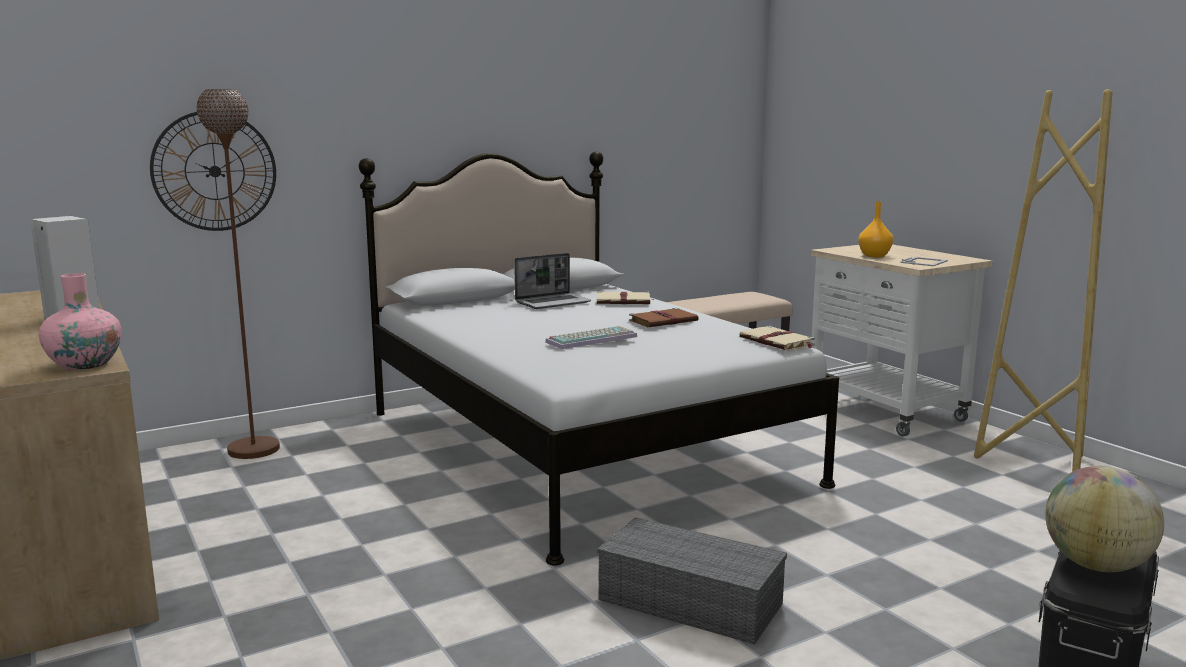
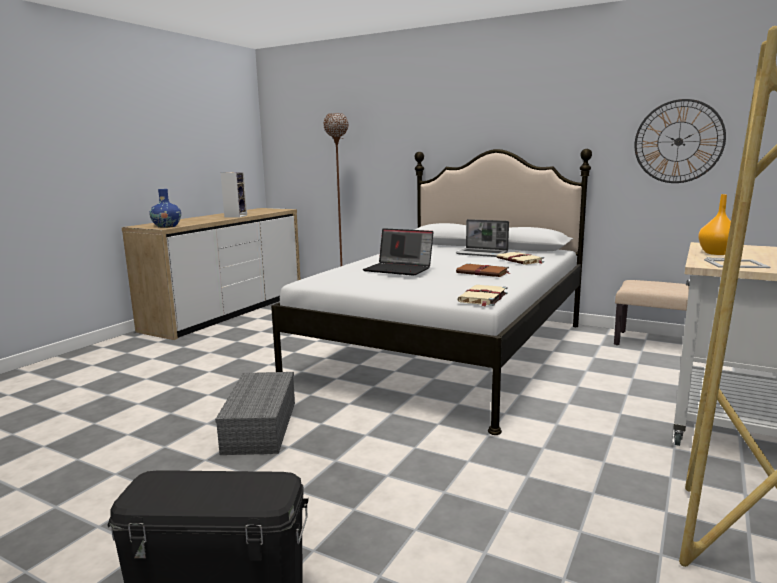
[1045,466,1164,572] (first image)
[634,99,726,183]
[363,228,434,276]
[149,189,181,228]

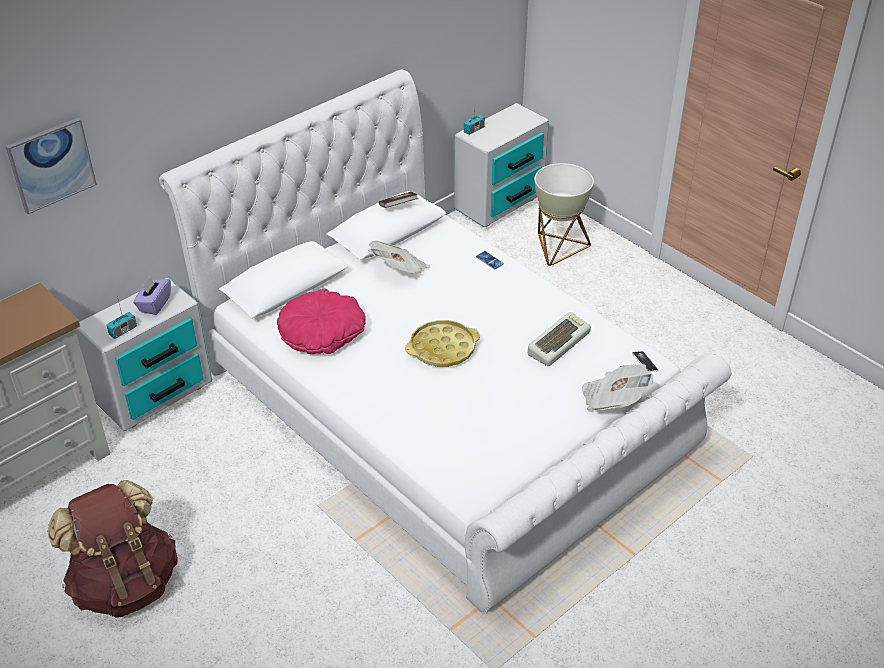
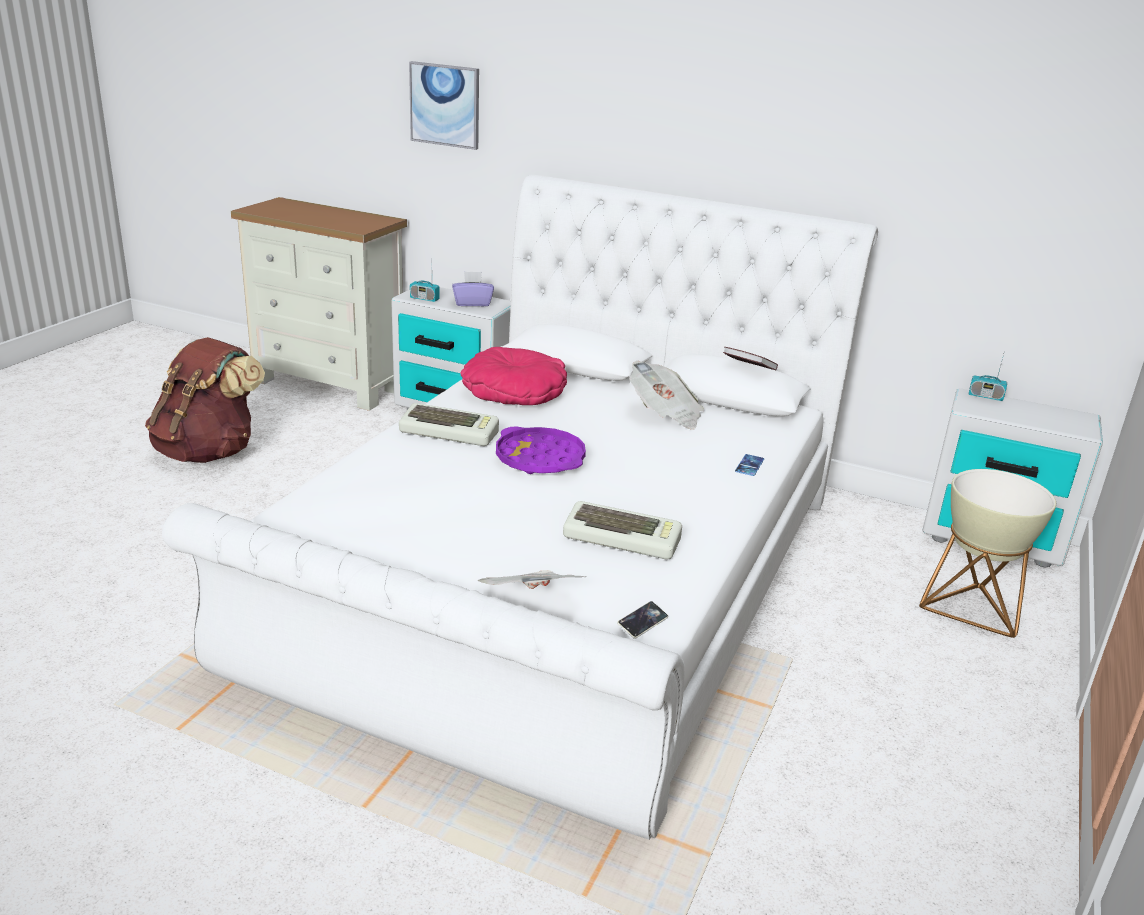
[399,403,499,446]
[496,427,586,474]

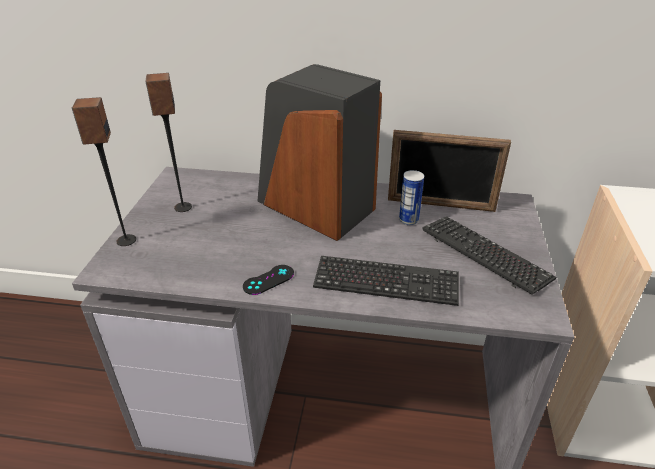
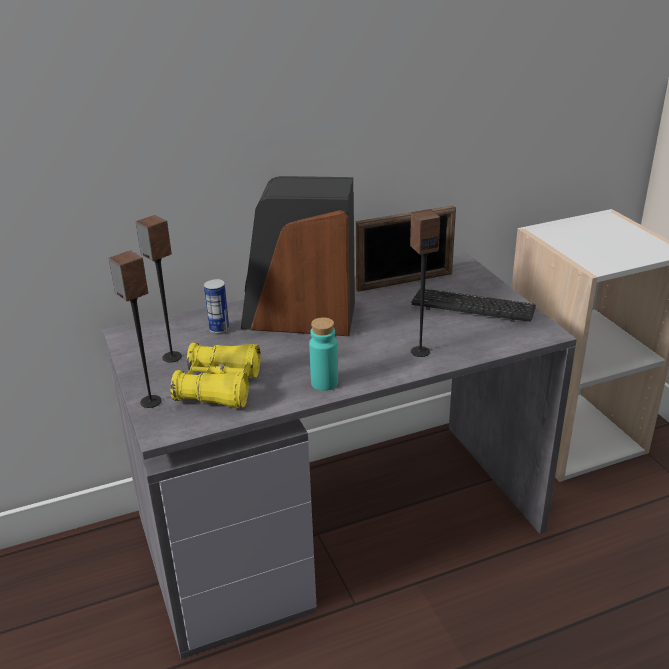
[171,342,261,409]
[204,279,229,335]
[309,317,338,391]
[410,209,440,357]

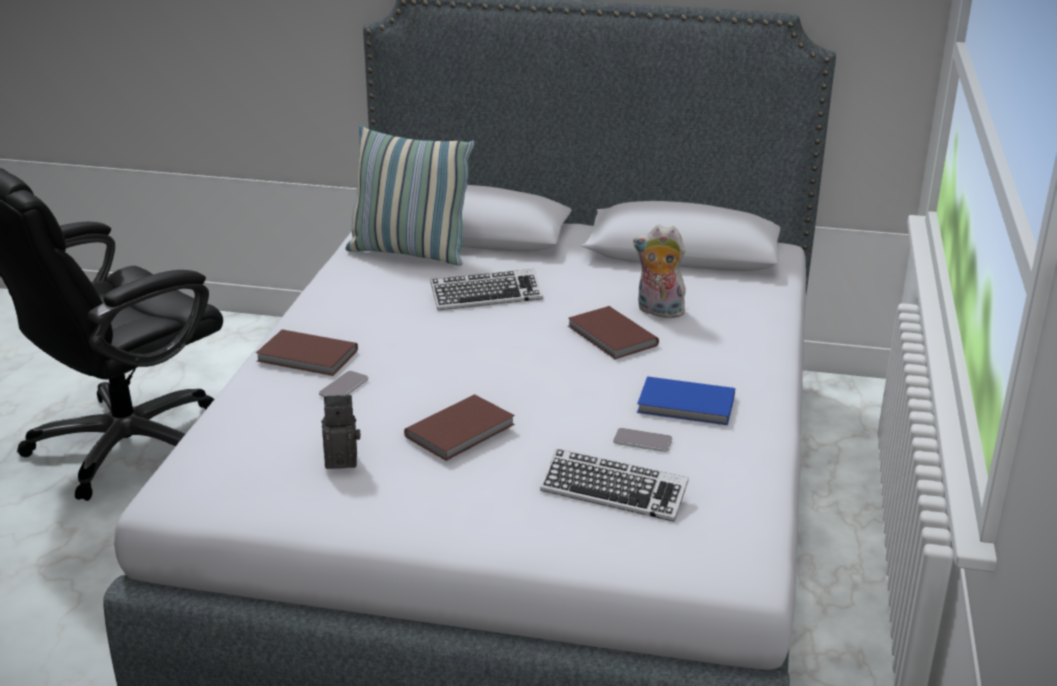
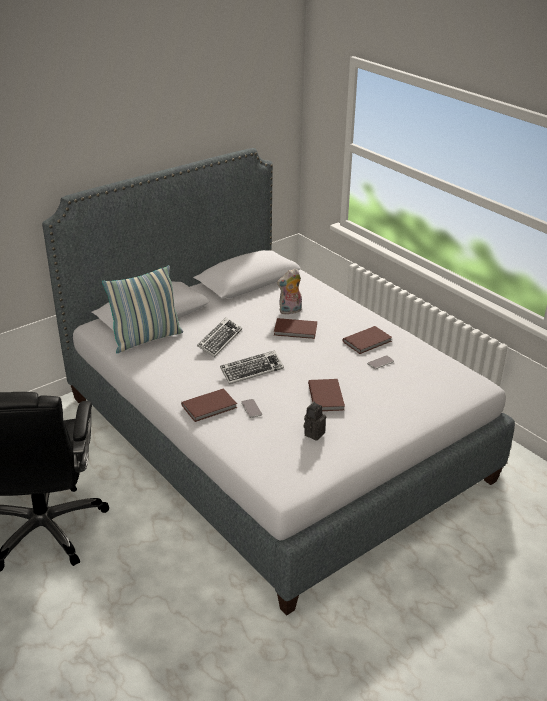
[220,350,284,384]
[343,326,392,354]

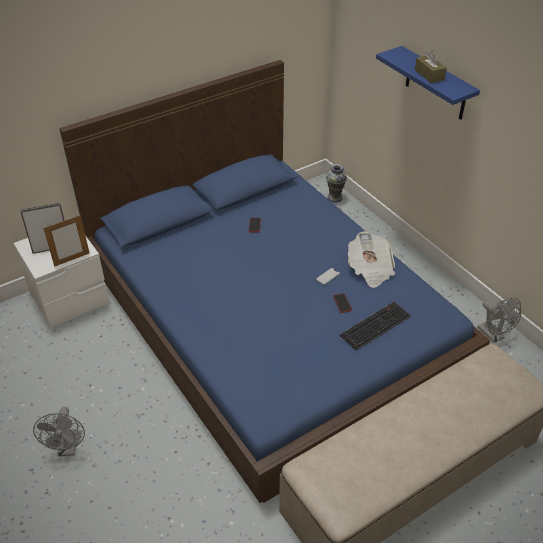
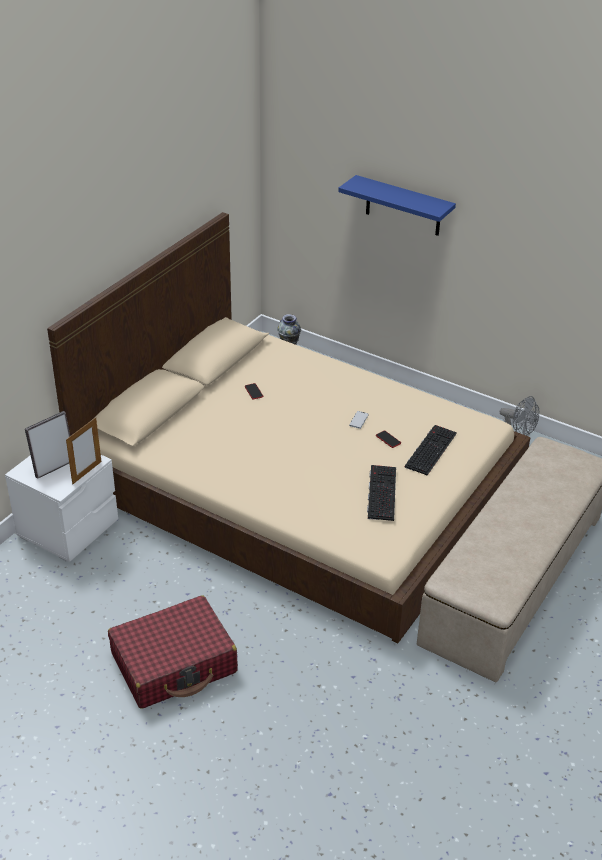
[348,231,395,288] (first image)
[415,50,447,83] (first image)
[367,465,396,521]
[108,595,238,709]
[47,212,531,643]

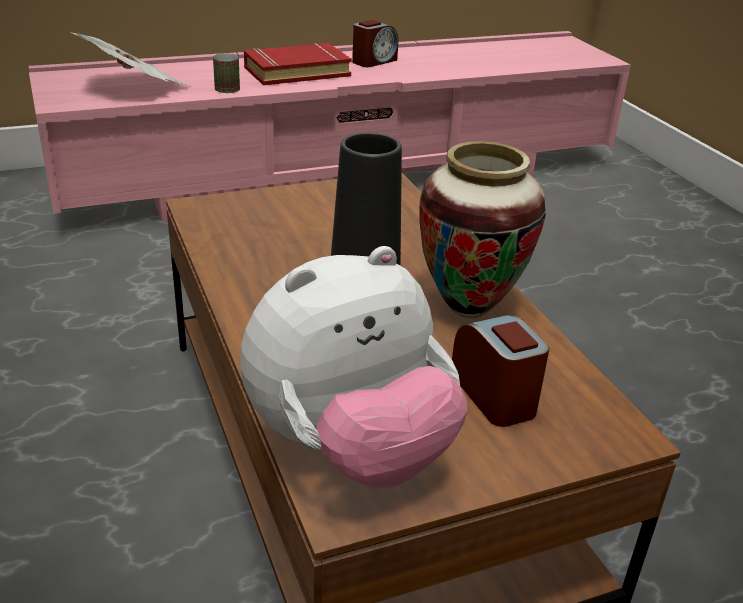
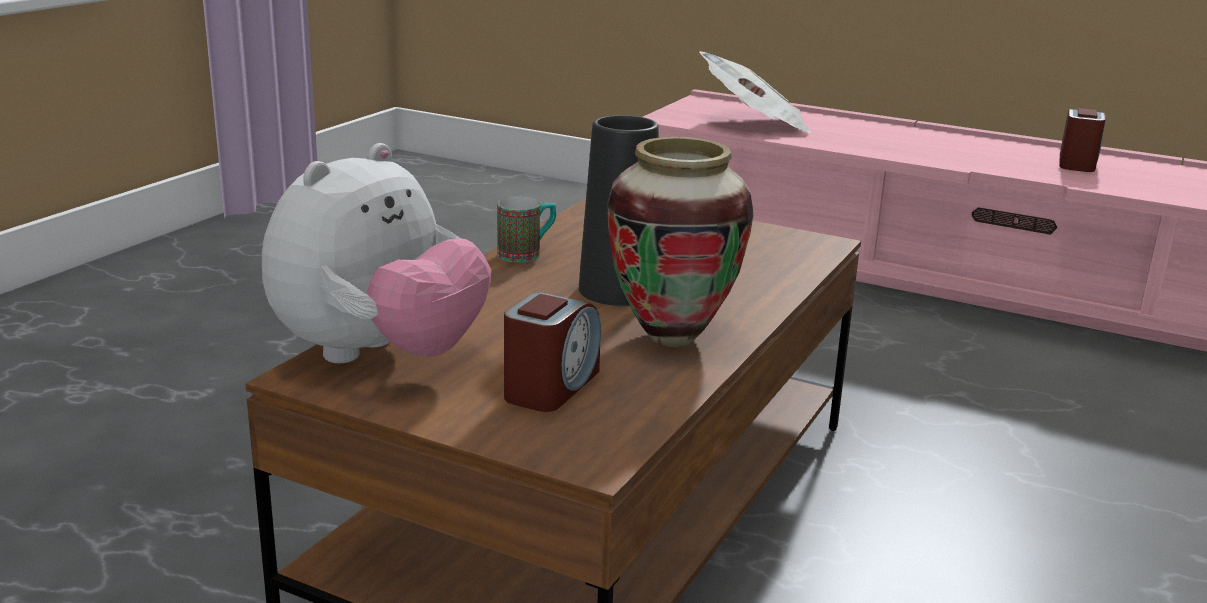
[244,43,352,85] (first image)
[497,197,556,263]
[262,143,491,363]
[1059,108,1106,172]

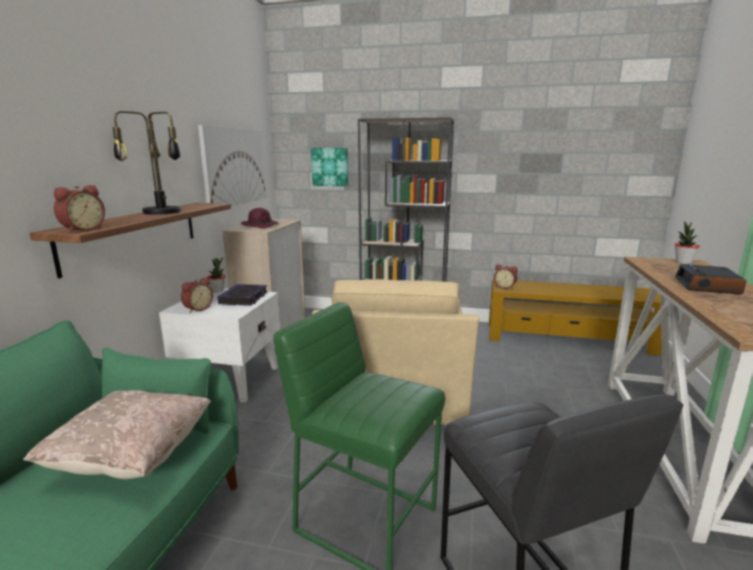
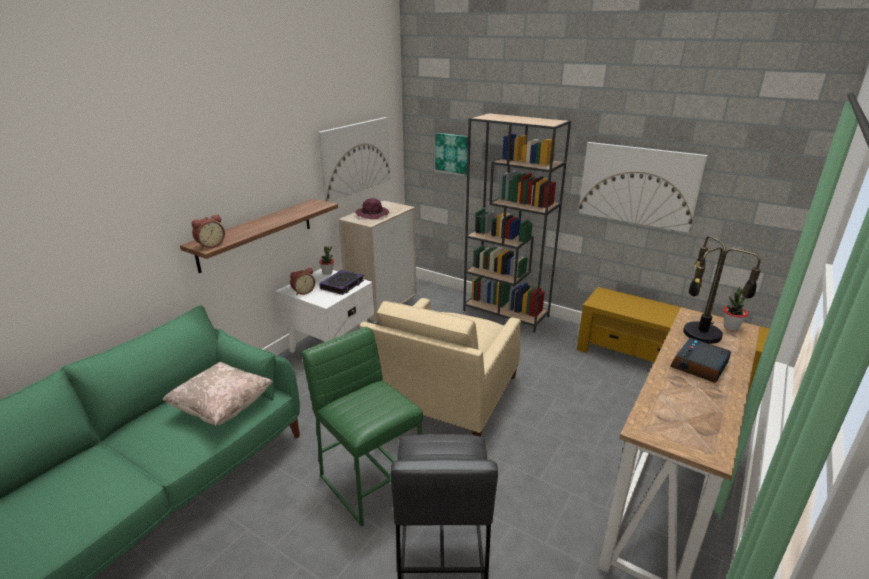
[494,264,518,289] (first image)
[578,142,708,233]
[683,236,761,344]

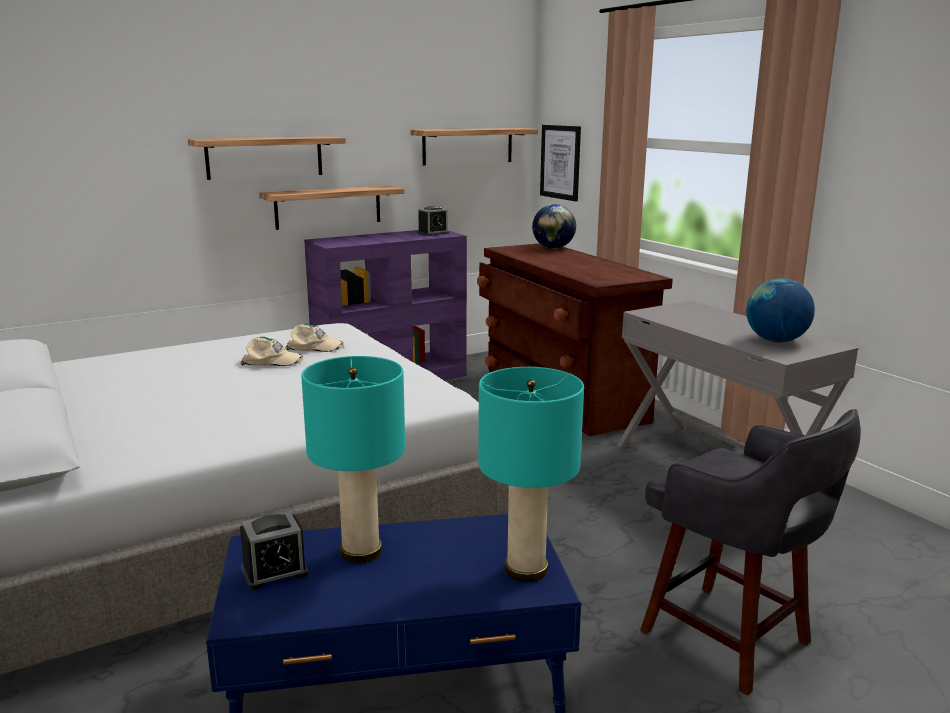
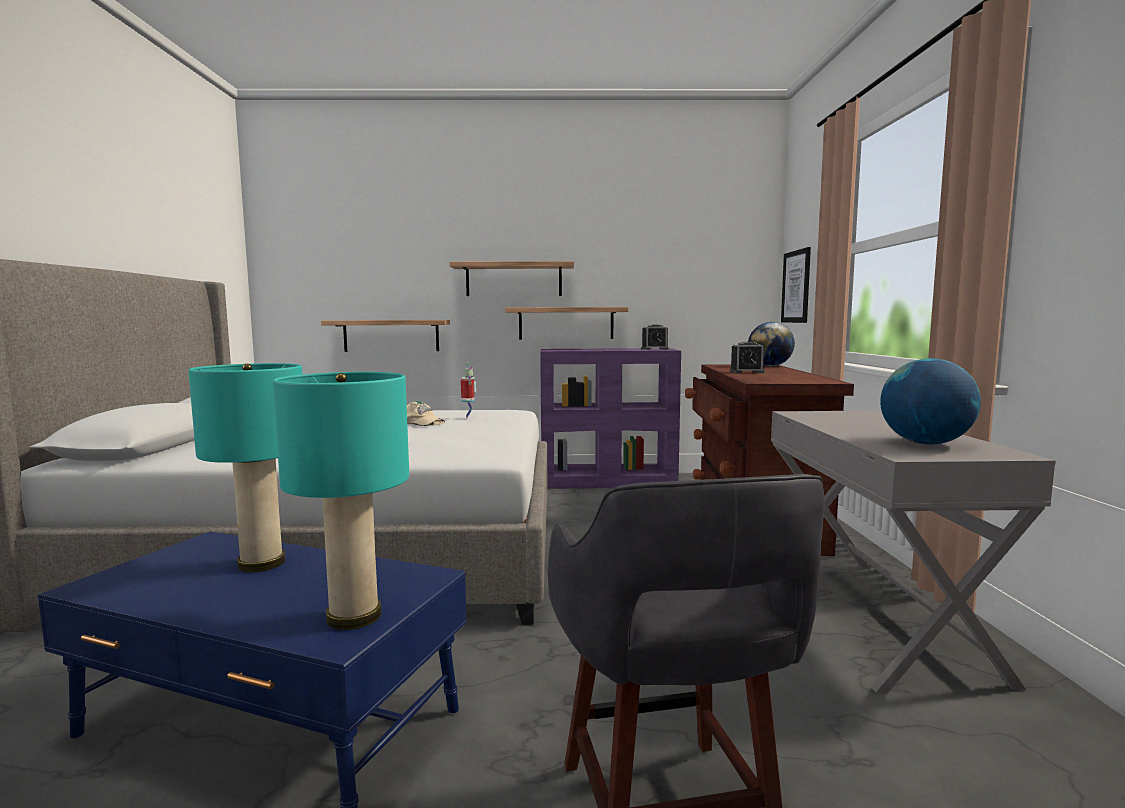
[730,342,765,373]
[321,320,450,352]
[461,363,476,419]

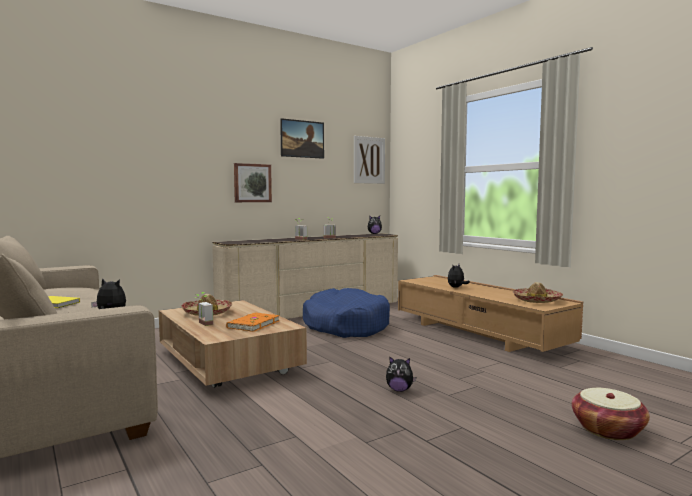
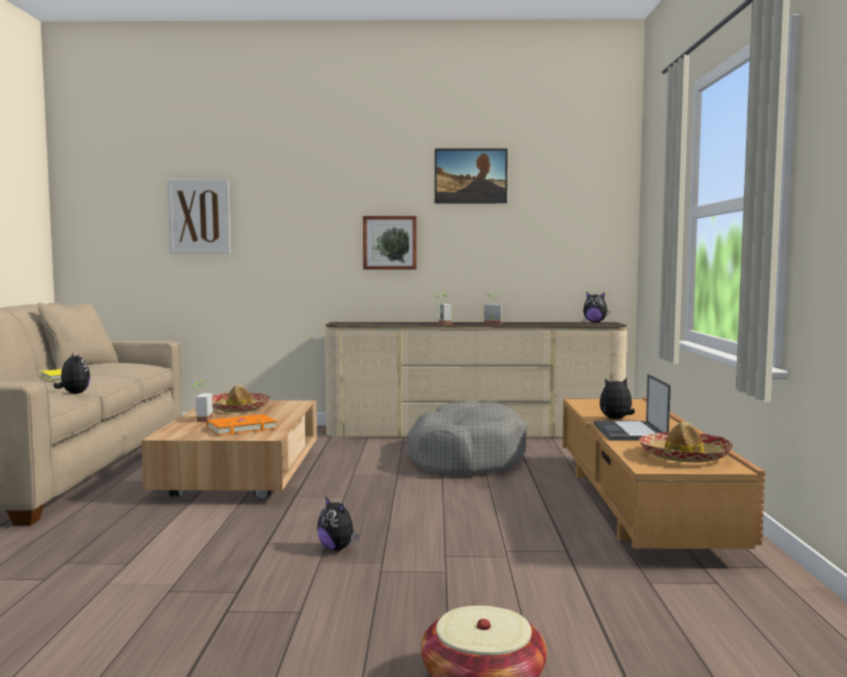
[594,374,671,441]
[167,179,230,254]
[406,400,527,477]

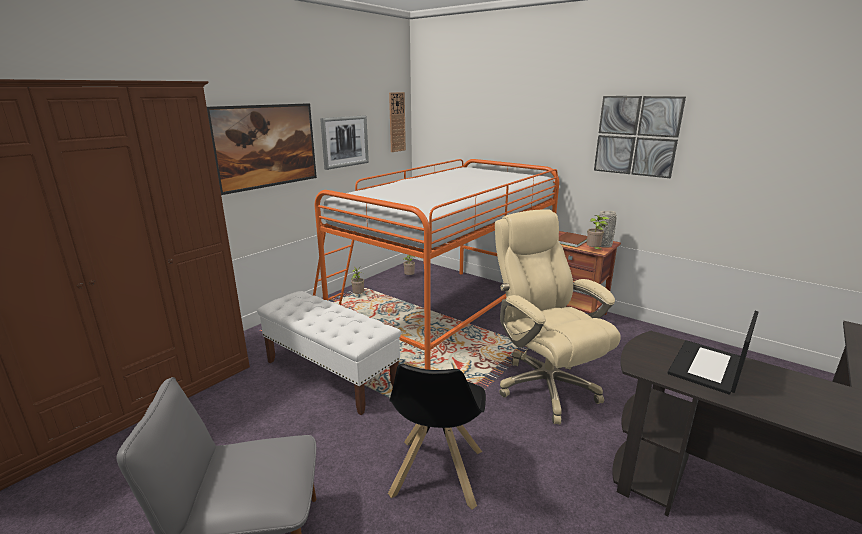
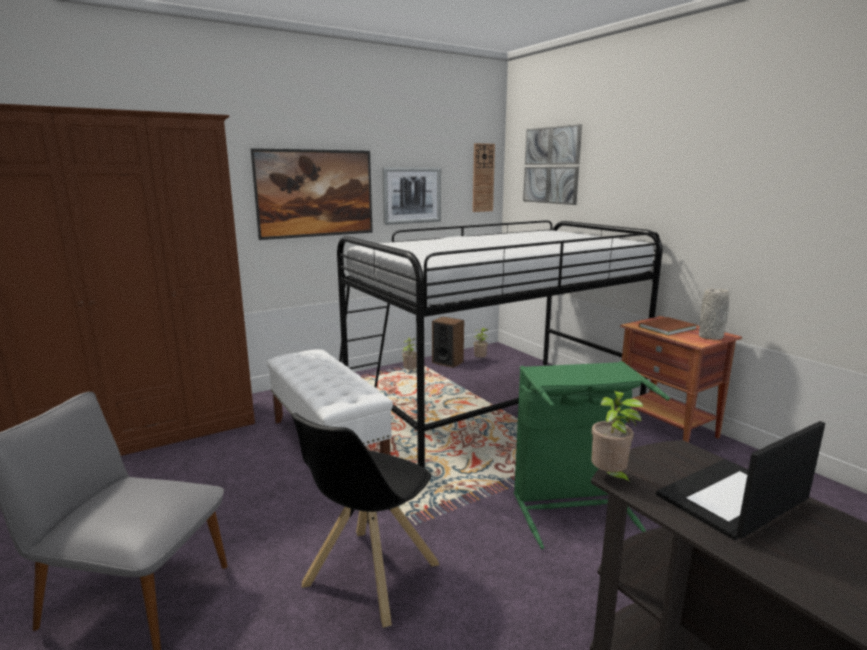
[432,316,464,368]
[592,391,643,485]
[523,124,582,205]
[514,361,670,549]
[337,220,663,469]

